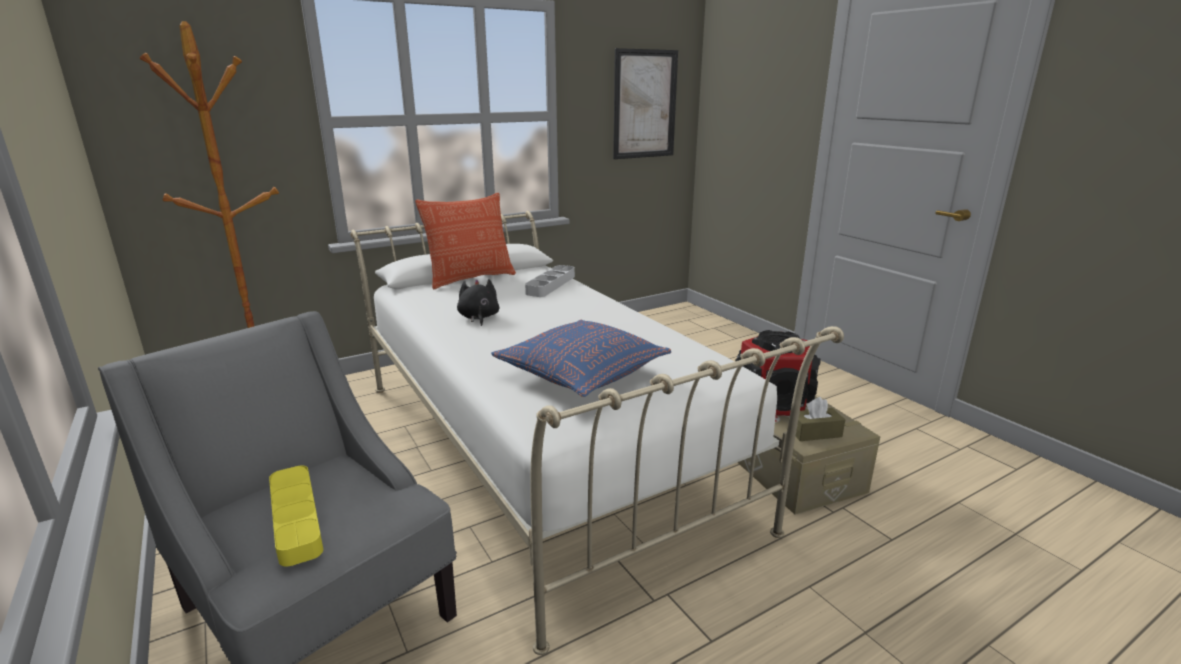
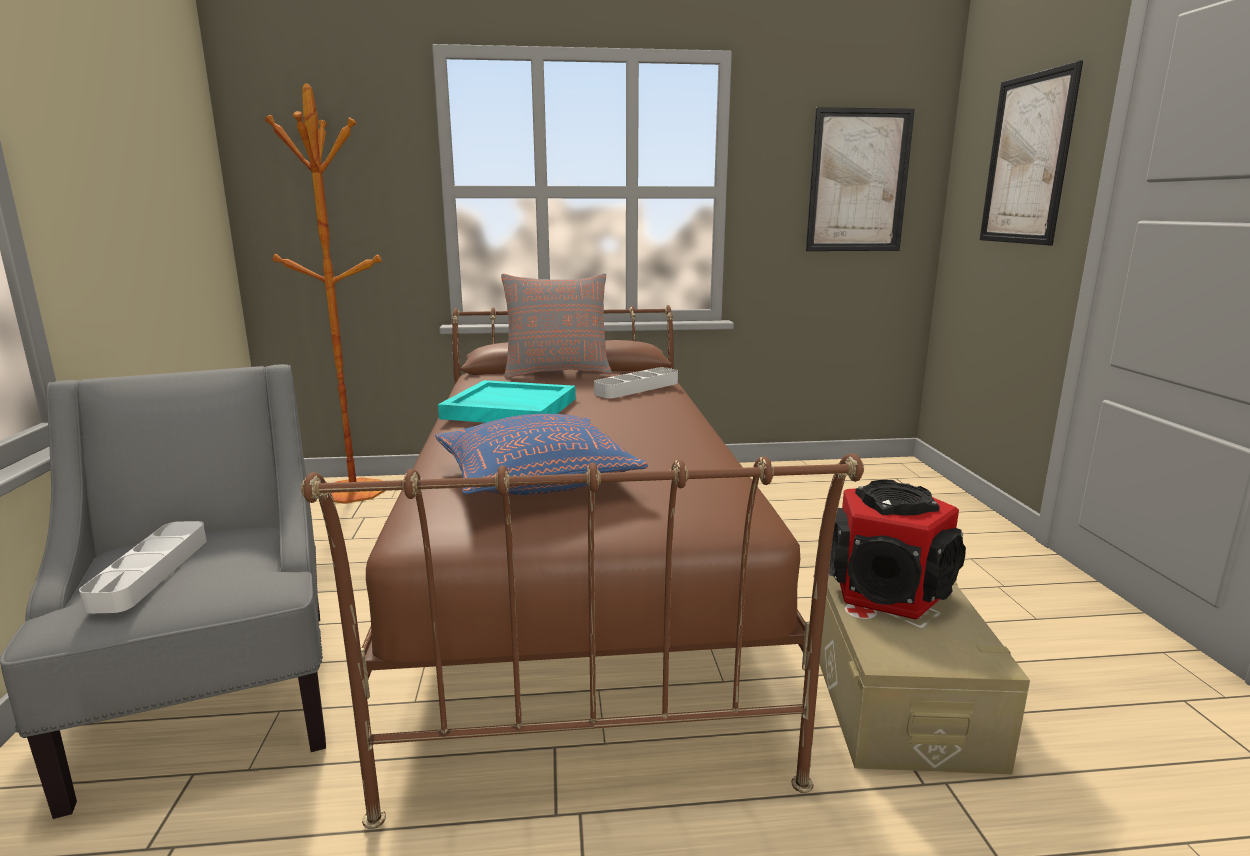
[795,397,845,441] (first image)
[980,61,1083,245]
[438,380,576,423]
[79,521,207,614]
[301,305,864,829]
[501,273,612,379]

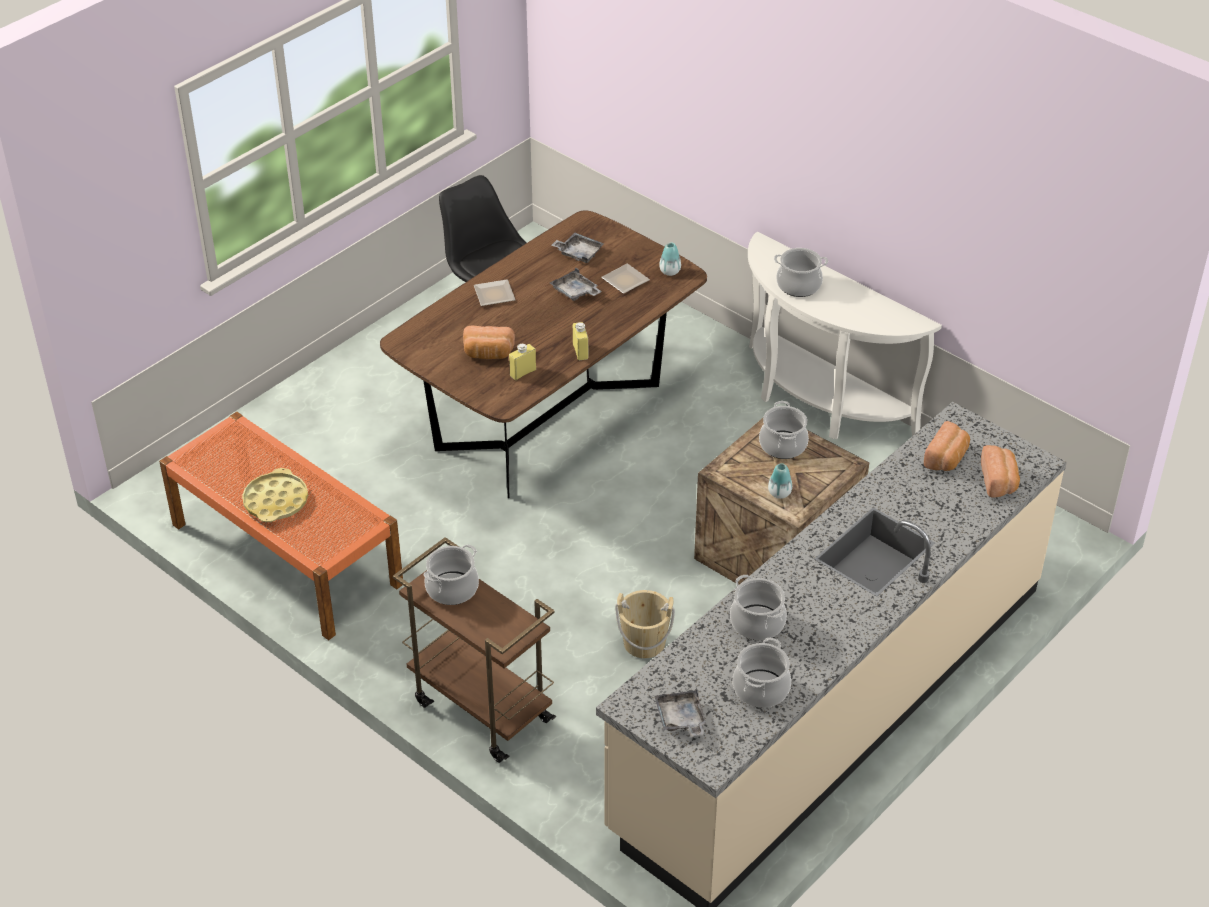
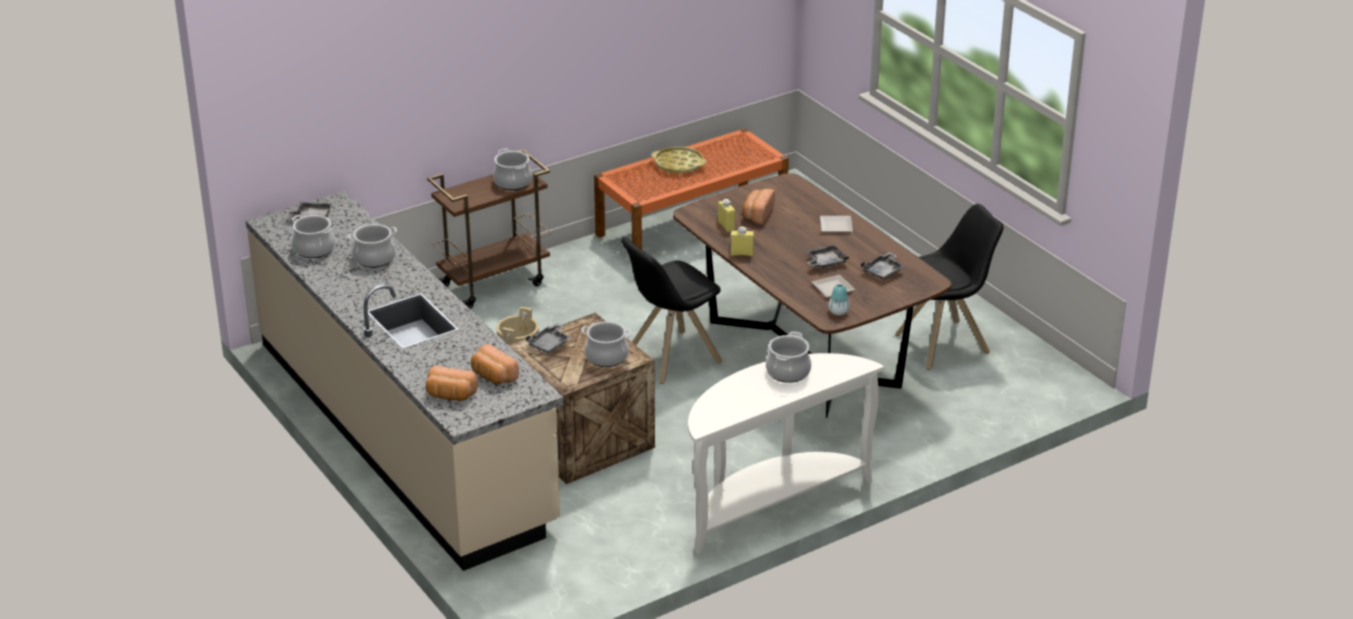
[621,237,722,384]
[526,323,571,353]

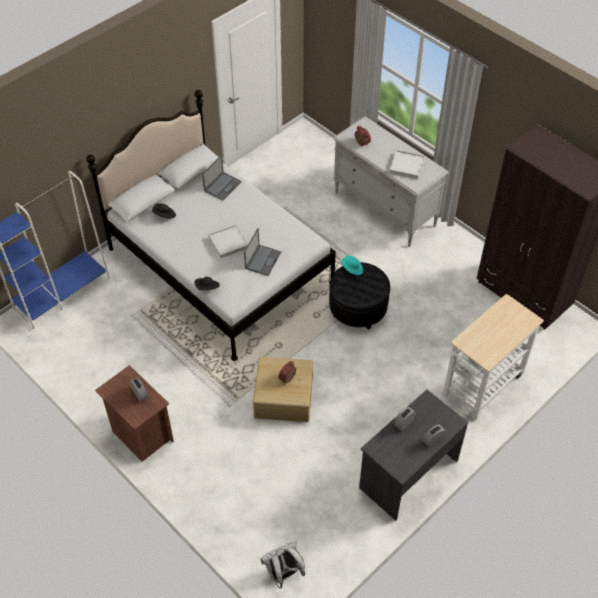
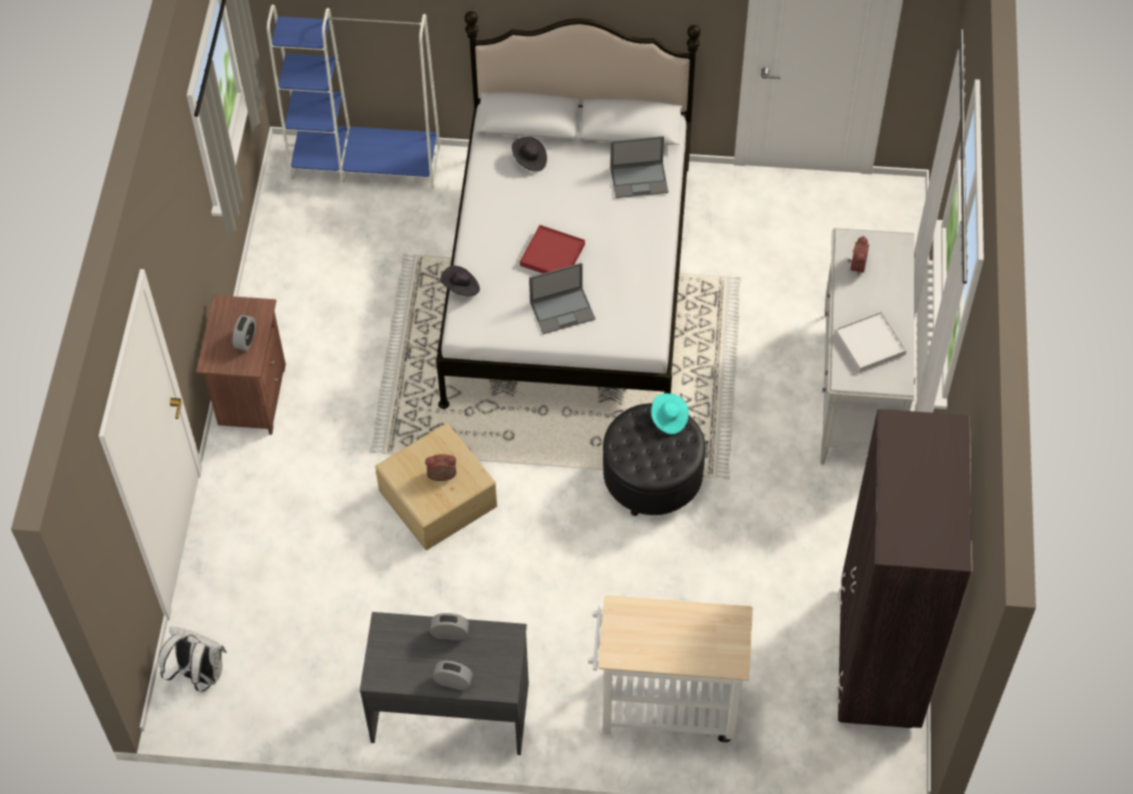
[520,225,585,274]

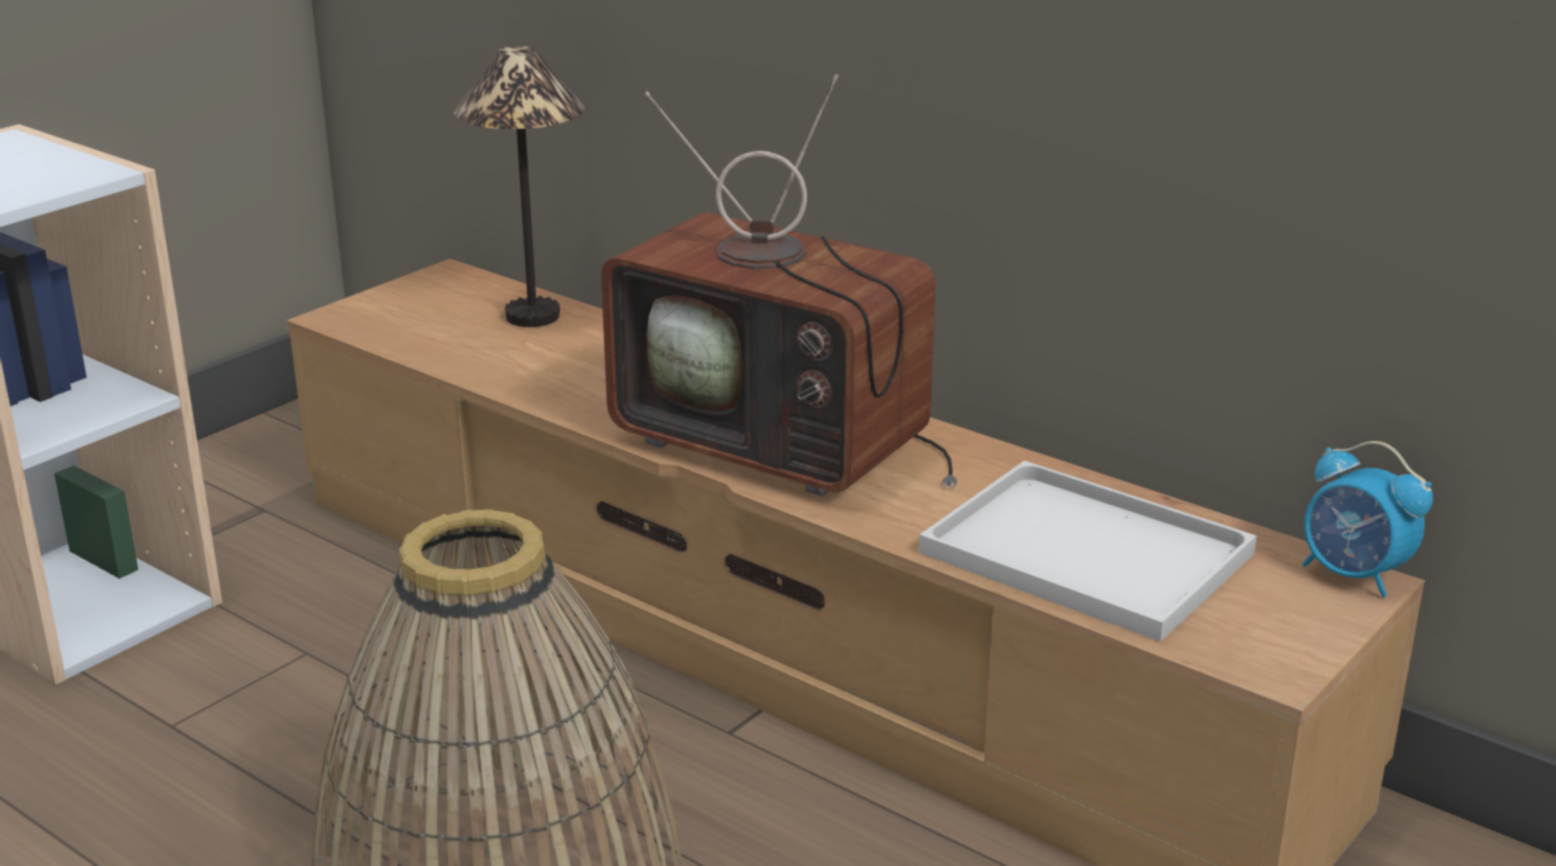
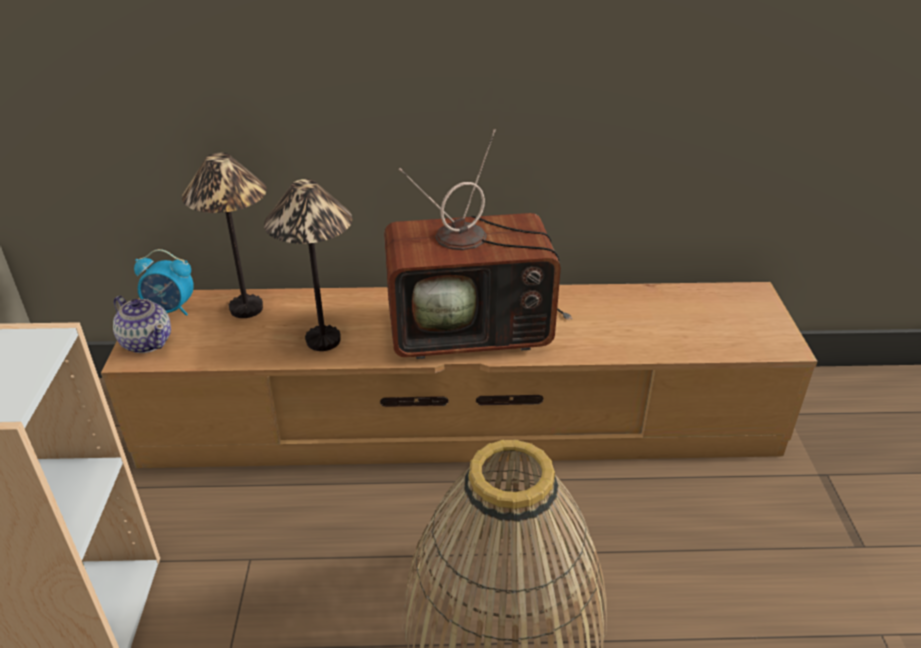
[919,461,1257,642] (first image)
[113,296,171,353]
[264,179,352,351]
[134,249,194,316]

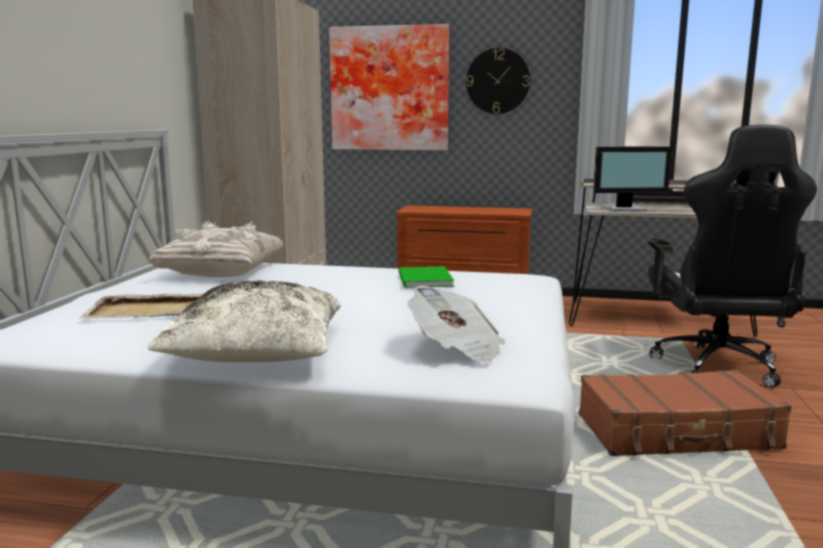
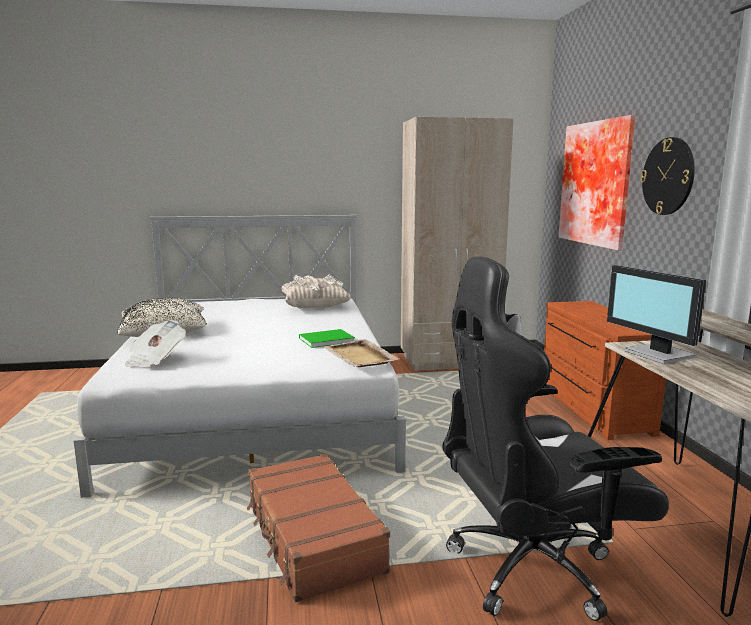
[323,339,399,367]

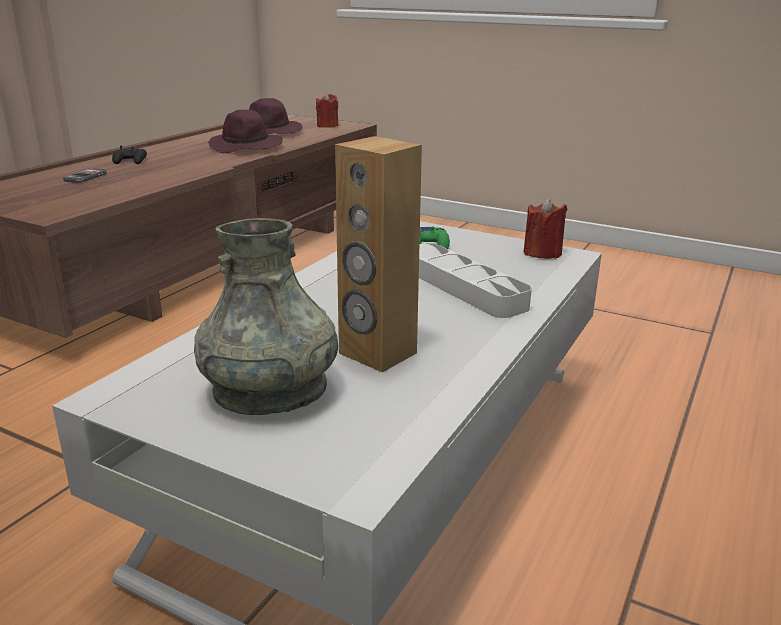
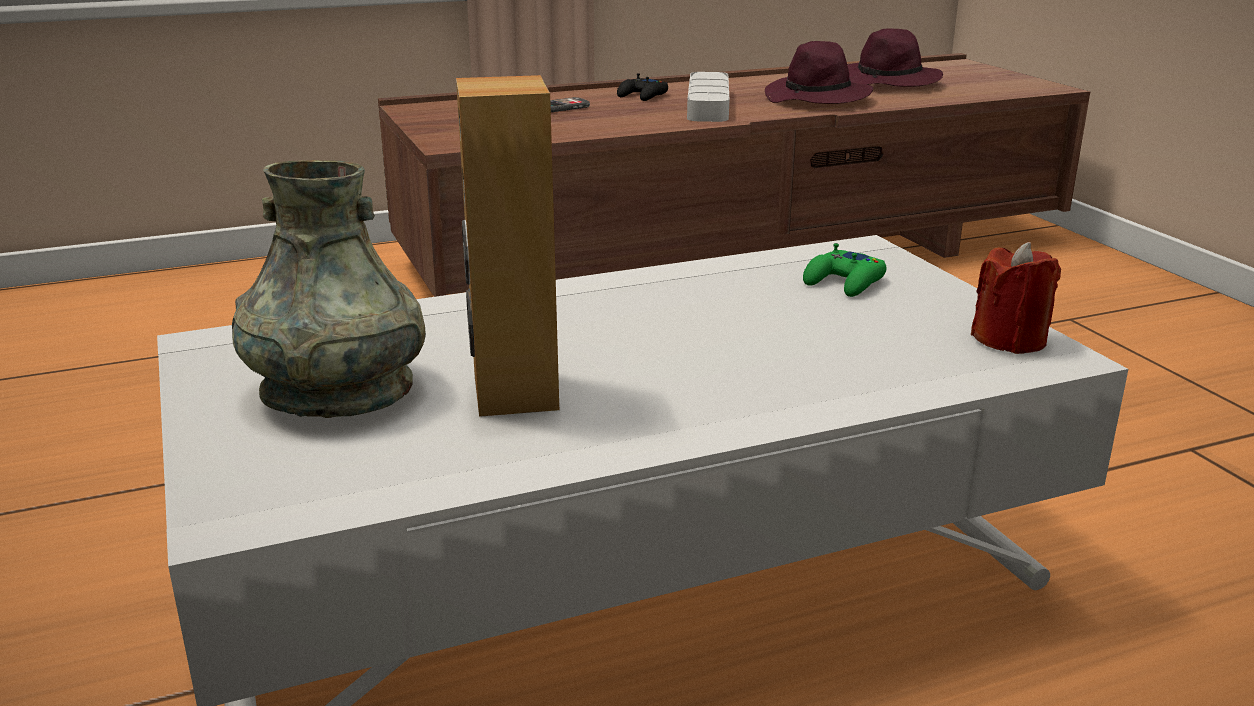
[316,93,339,128] (first image)
[687,72,729,122]

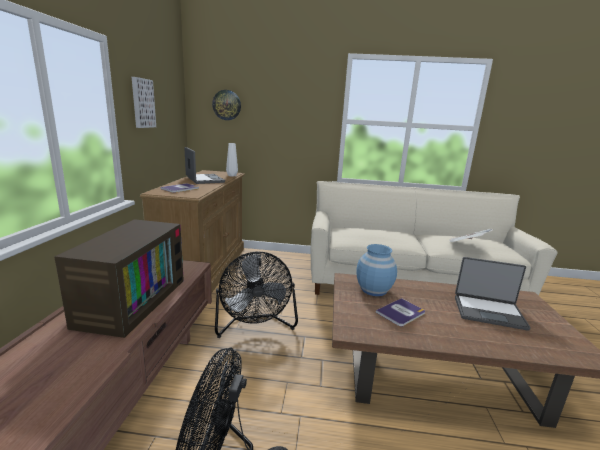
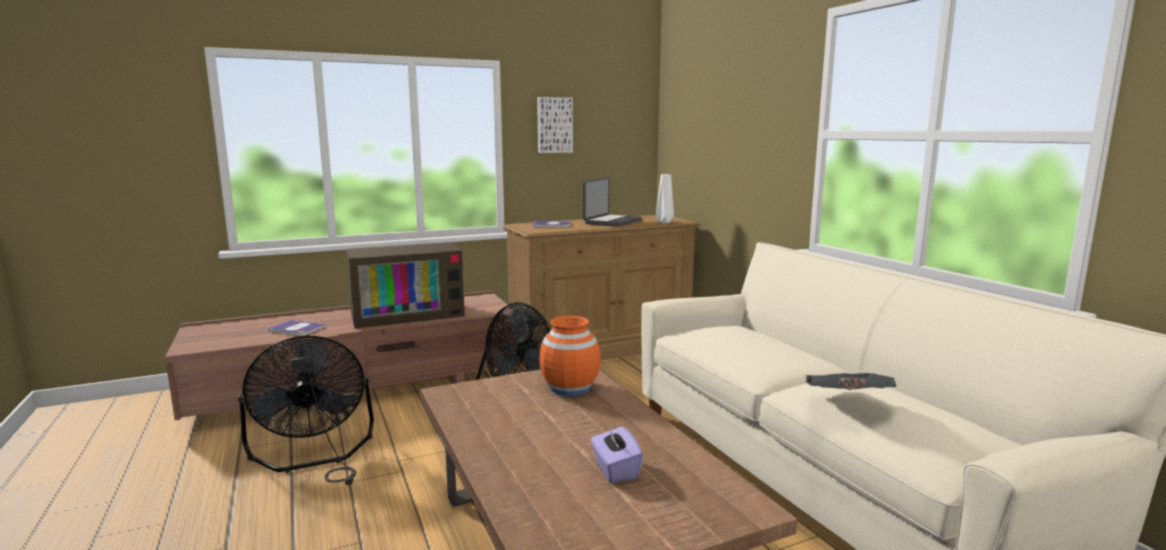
[212,90,241,120] (first image)
[268,320,326,336]
[591,424,643,483]
[539,316,601,396]

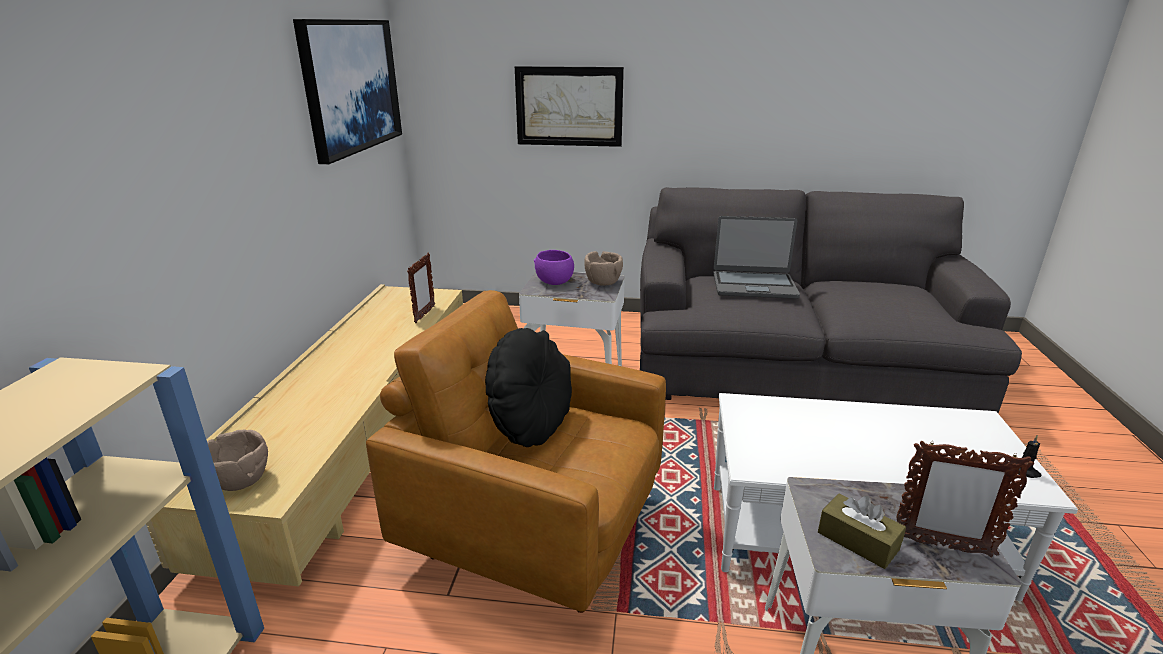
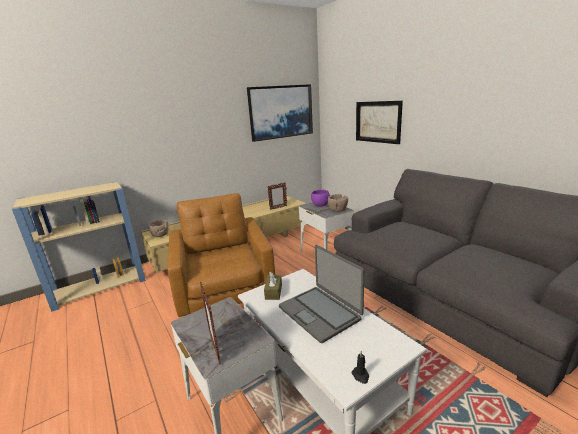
[485,328,572,447] (first image)
[279,245,364,343]
[264,272,282,300]

